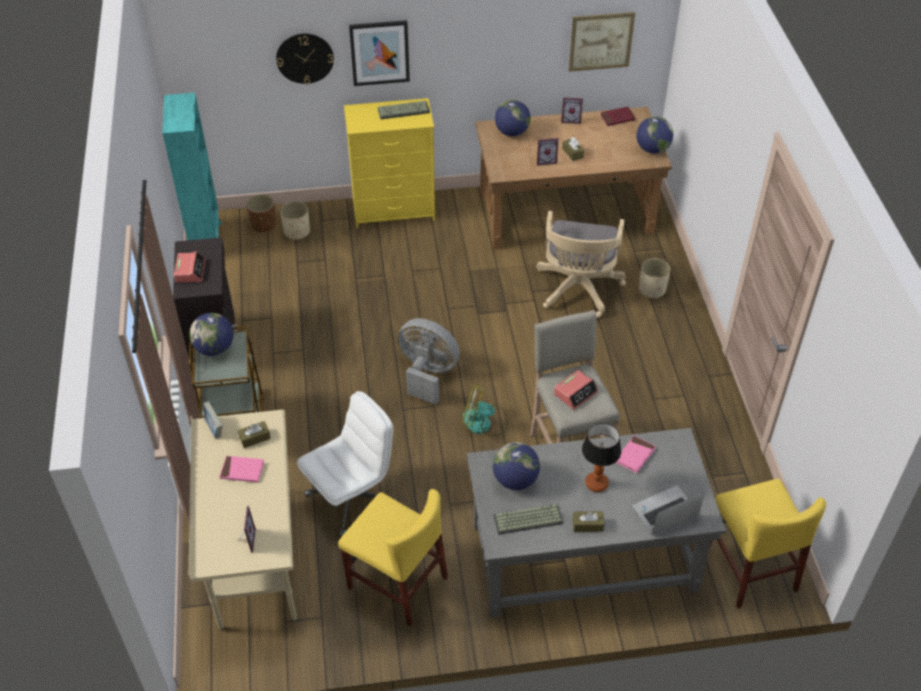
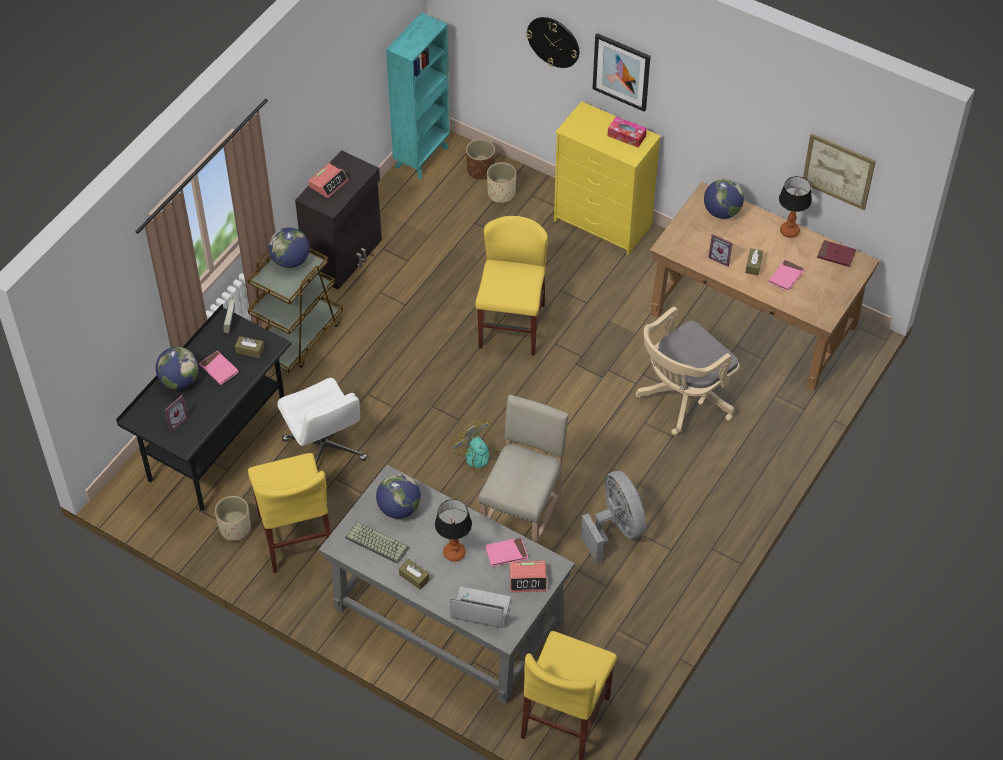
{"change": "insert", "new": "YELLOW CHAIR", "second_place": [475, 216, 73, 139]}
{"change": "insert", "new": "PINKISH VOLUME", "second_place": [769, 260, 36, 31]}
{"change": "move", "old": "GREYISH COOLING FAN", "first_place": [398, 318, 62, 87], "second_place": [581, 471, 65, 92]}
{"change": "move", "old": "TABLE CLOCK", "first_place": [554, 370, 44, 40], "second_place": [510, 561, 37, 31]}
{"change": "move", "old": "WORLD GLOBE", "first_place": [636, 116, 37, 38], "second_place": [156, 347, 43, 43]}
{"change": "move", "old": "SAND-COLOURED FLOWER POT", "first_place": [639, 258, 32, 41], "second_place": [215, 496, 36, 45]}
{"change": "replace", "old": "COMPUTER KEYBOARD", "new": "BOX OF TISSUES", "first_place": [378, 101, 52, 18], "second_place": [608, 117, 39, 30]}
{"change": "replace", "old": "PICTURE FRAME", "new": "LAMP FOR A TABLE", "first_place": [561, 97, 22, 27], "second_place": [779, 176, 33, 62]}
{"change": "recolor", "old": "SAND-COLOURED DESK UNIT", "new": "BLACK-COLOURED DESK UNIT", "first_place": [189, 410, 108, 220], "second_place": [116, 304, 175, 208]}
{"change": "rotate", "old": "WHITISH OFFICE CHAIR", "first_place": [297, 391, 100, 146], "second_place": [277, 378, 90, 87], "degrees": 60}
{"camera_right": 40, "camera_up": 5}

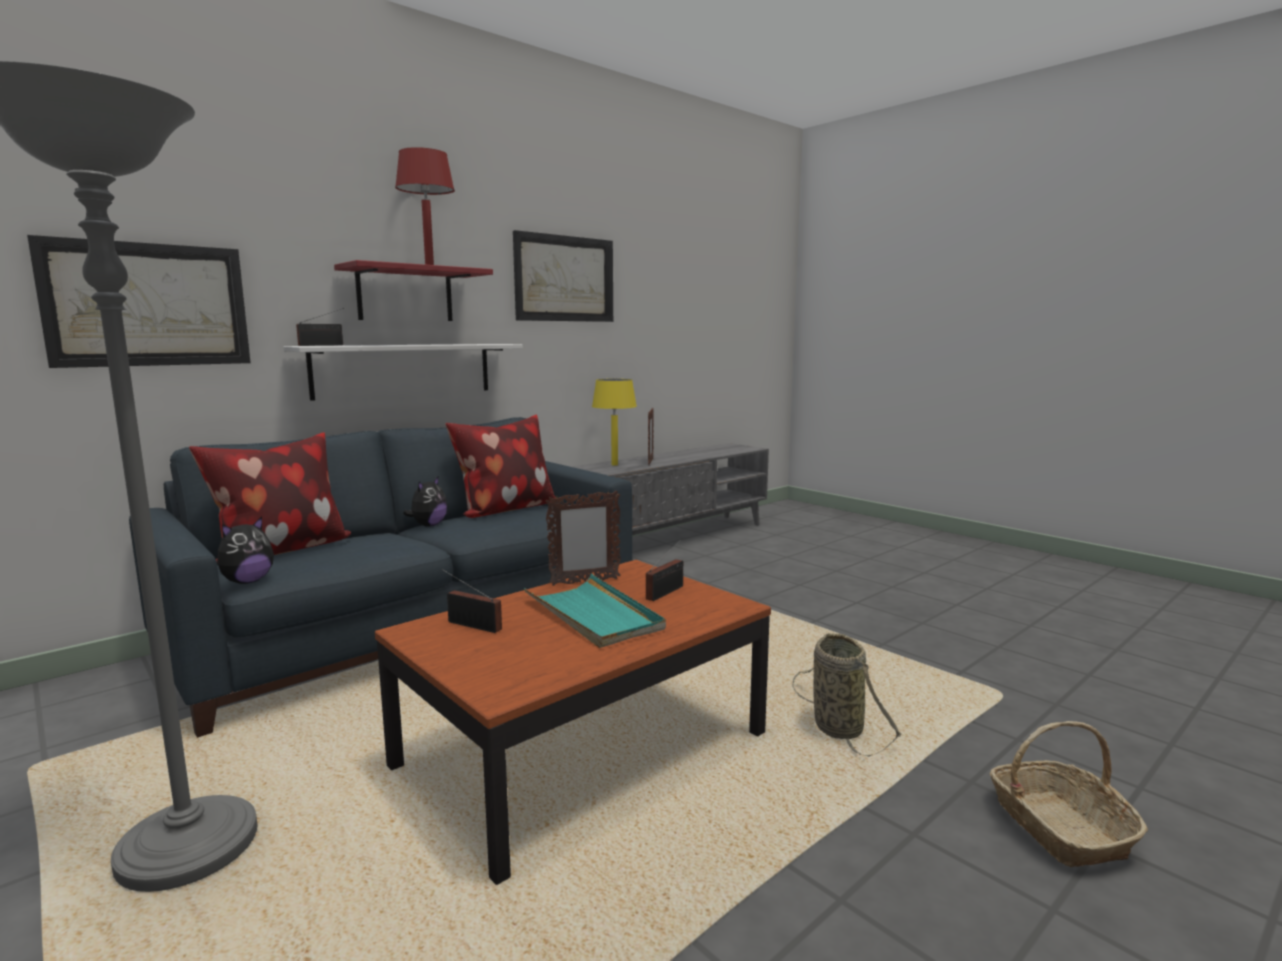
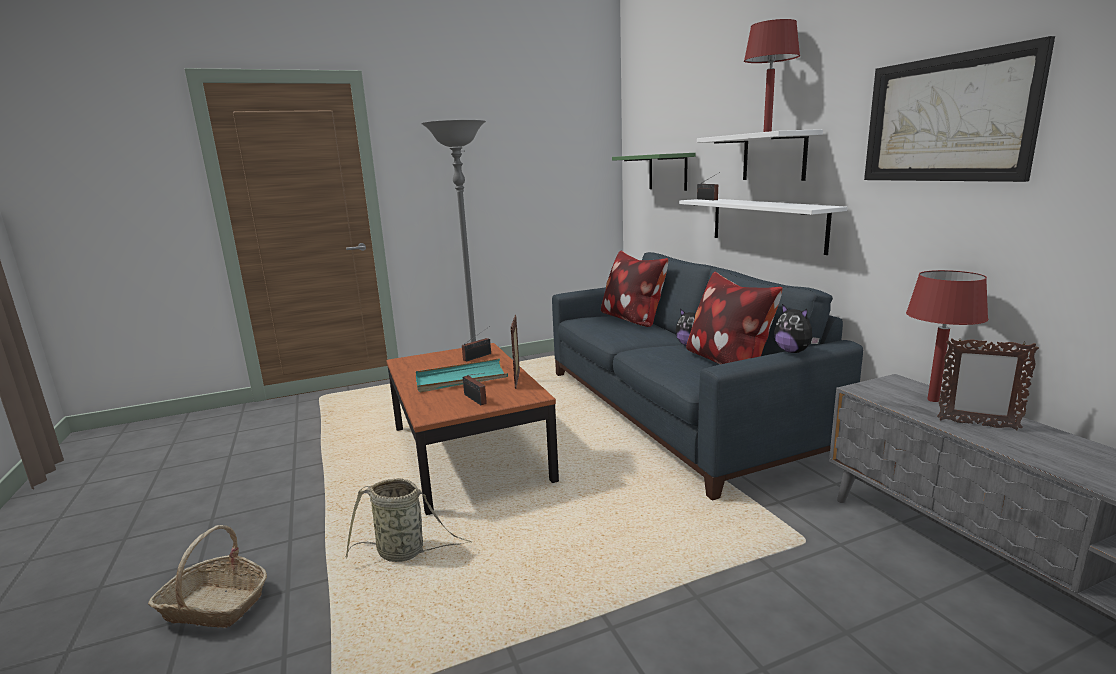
{"change": "move", "old": "SOFT TOY", "first_place": [217, 517, 57, 67], "second_place": [774, 304, 46, 49]}
{"change": "replace", "old": "WALL ART", "new": "GREEN-COLOURED BRACKET SHELF", "first_place": [27, 235, 224, 133], "second_place": [612, 153, 84, 38]}
{"change": "recolor", "old": "RED BRACKET SHELF", "new": "WHITISH BRACKET SHELF", "first_place": [334, 260, 159, 61], "second_place": [697, 129, 126, 52]}
{"change": "recolor", "old": "YELLOW LAMP FOR A TABLE", "new": "RED LAMP FOR A TABLE", "first_place": [592, 379, 45, 87], "second_place": [906, 270, 82, 132]}
{"camera_right": 110, "camera_up": 5}

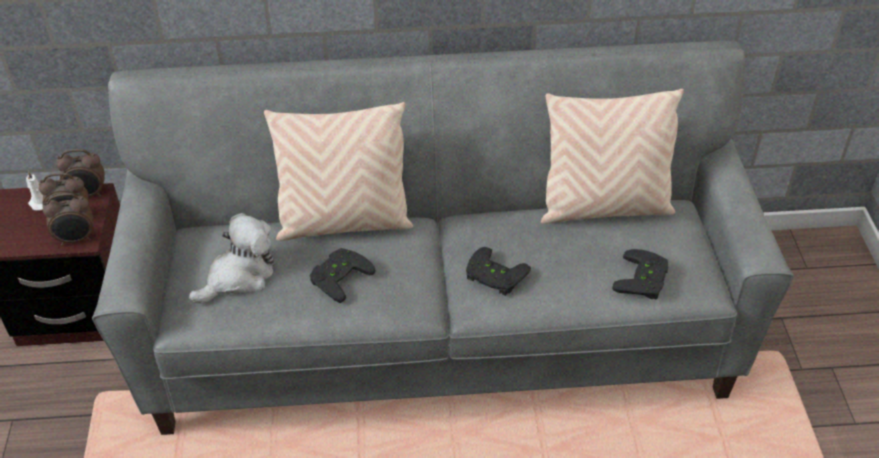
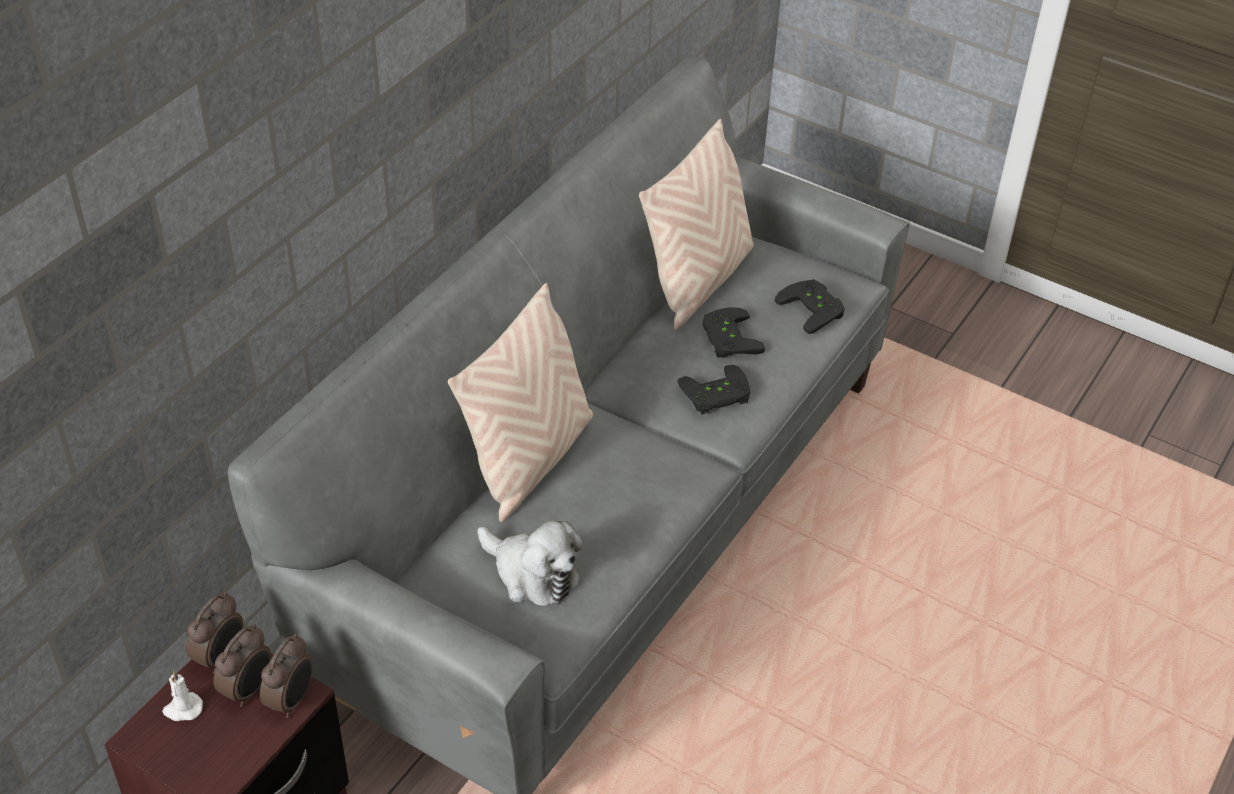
{"change": "move", "old": "BLACK-COLOURED GAME CONTROLLER", "first_place": [310, 248, 66, 55], "second_place": [703, 307, 62, 51]}
{"change": "rotate", "old": "SOFT TOY", "first_place": [189, 213, 86, 91], "second_place": [477, 520, 106, 86], "degrees": 135}
{"camera_right": -55, "camera_up": 0}

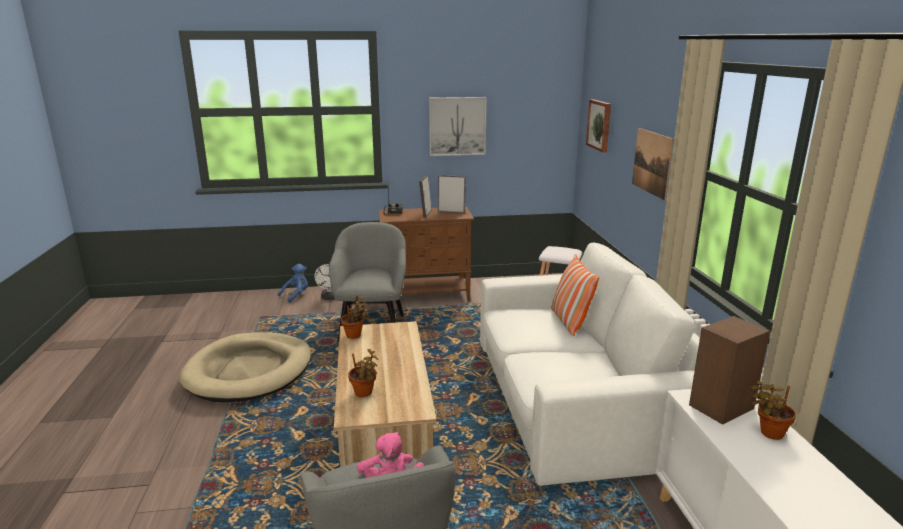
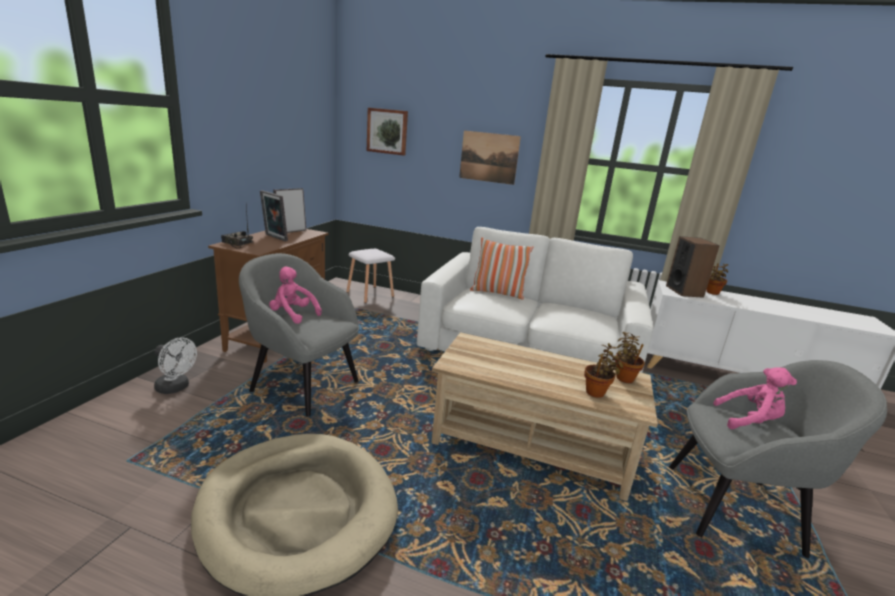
{"change": "delete", "old": "BLUE-COLOURED SOFT TOY", "first_place": [278, 264, 30, 39]}
{"change": "delete", "old": "WALL ART", "first_place": [429, 97, 57, 59]}
{"change": "insert", "new": "PINKISH SOFT TOY", "second_place": [269, 267, 53, 57]}
{"change": "move", "old": "HOUSEPLANT", "first_place": [341, 295, 29, 44], "second_place": [615, 332, 30, 51]}
{"camera_right": -65, "camera_up": 0}

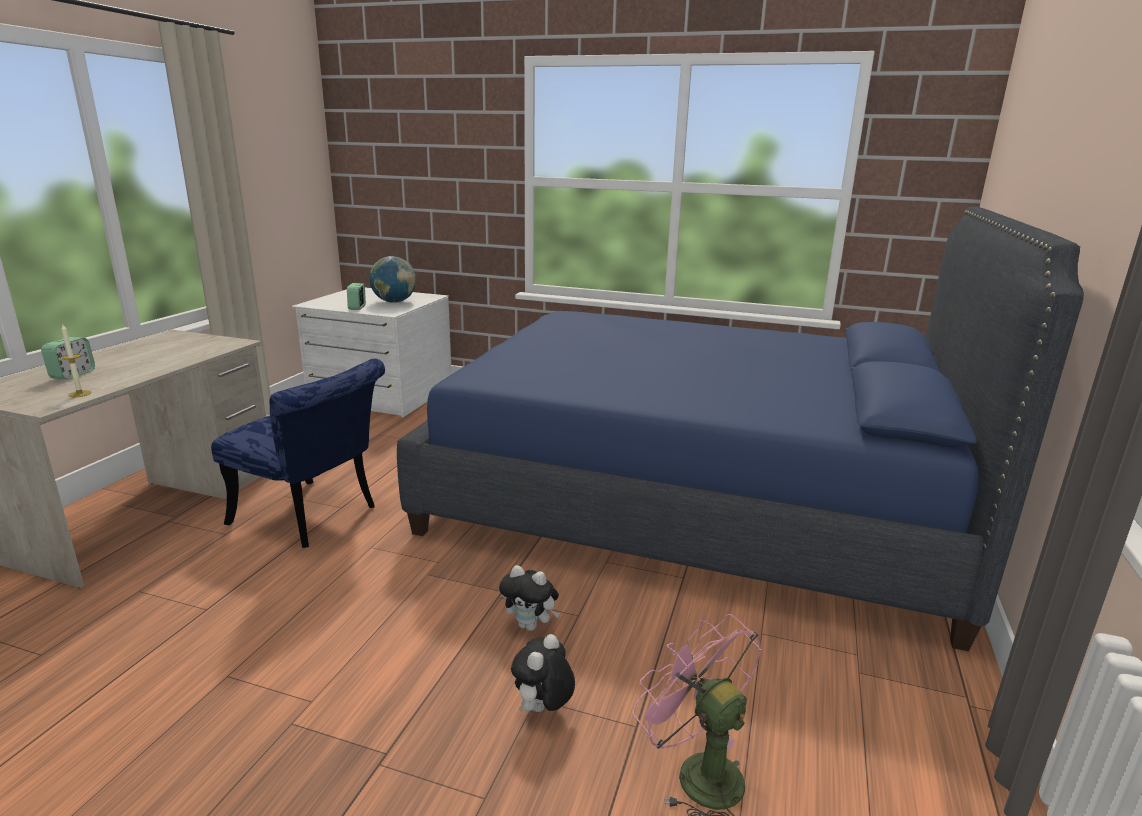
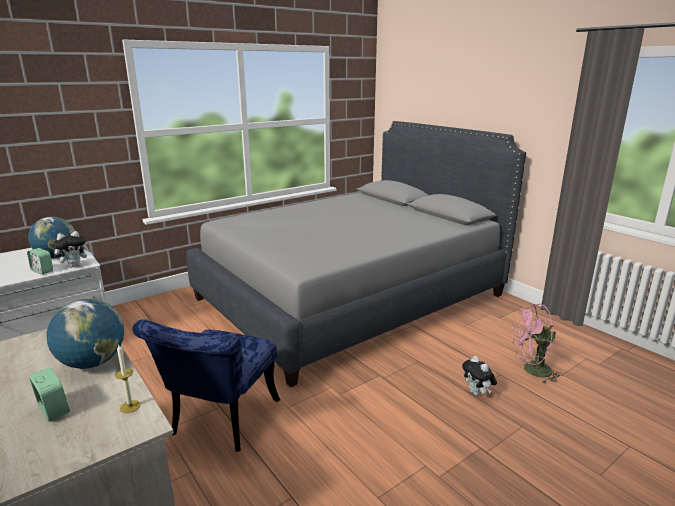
{"change": "insert", "new": "WORLD GLOBE", "second_place": [46, 299, 78, 70]}
{"change": "move", "old": "SOFT TOY", "first_place": [499, 565, 61, 66], "second_place": [53, 231, 39, 36]}
{"change": "recolor", "old": "BLUE-COLOURED BEDROOM BED", "new": "GREYISH BEDROOM BED", "first_place": [397, 206, 687, 445], "second_place": [186, 121, 340, 266]}
{"change": "rotate", "old": "BLUE-COLOURED CHAIR", "first_place": [211, 359, 174, 189], "second_place": [132, 319, 148, 133], "degrees": 135}
{"camera_right": -55, "camera_up": 0}

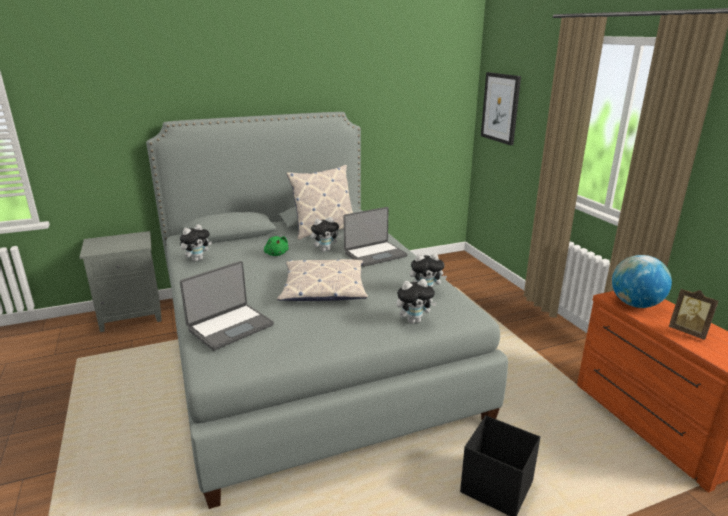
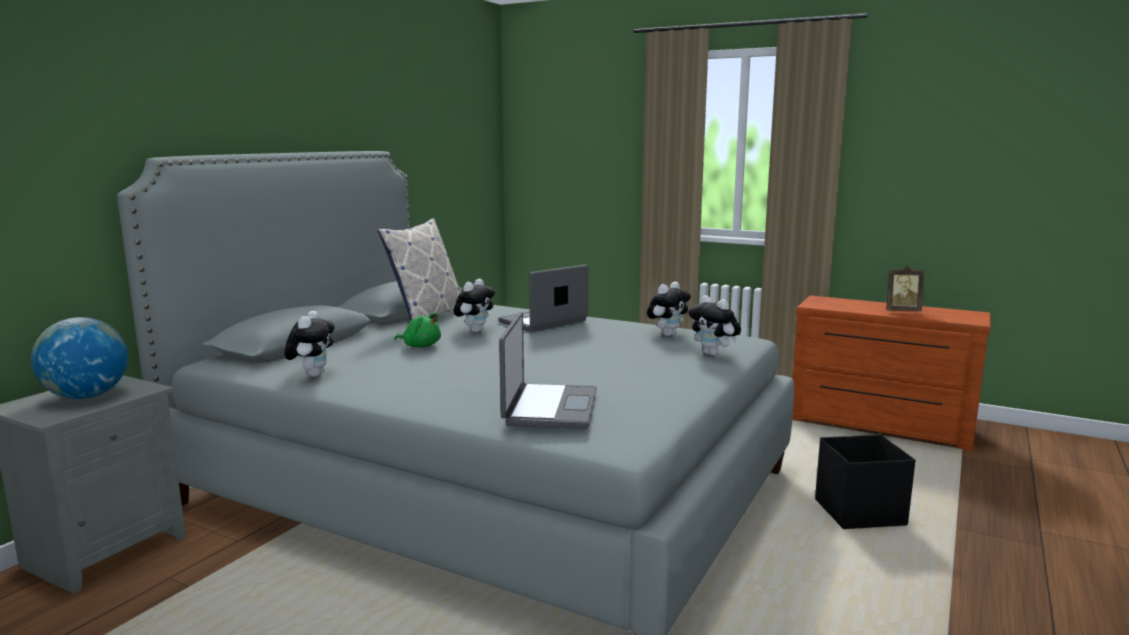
{"change": "delete", "old": "THROW PILLOW", "first_place": [277, 259, 91, 42]}
{"change": "delete", "old": "WALL ART", "first_place": [481, 72, 40, 73]}
{"change": "move", "old": "WORLD GLOBE", "first_place": [612, 255, 60, 53], "second_place": [31, 317, 97, 82]}
{"change": "rotate", "old": "PORTABLE COMPUTER", "first_place": [343, 207, 65, 60], "second_place": [499, 264, 89, 68], "degrees": -150}
{"change": "rotate", "old": "SOFT TOY", "first_place": [396, 279, 41, 45], "second_place": [688, 295, 53, 61], "degrees": 105}
{"camera_right": -40, "camera_up": -10}

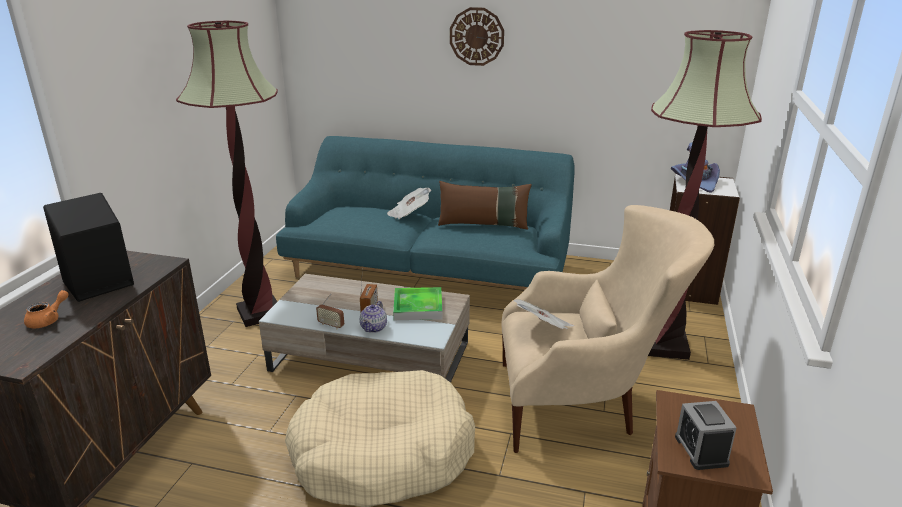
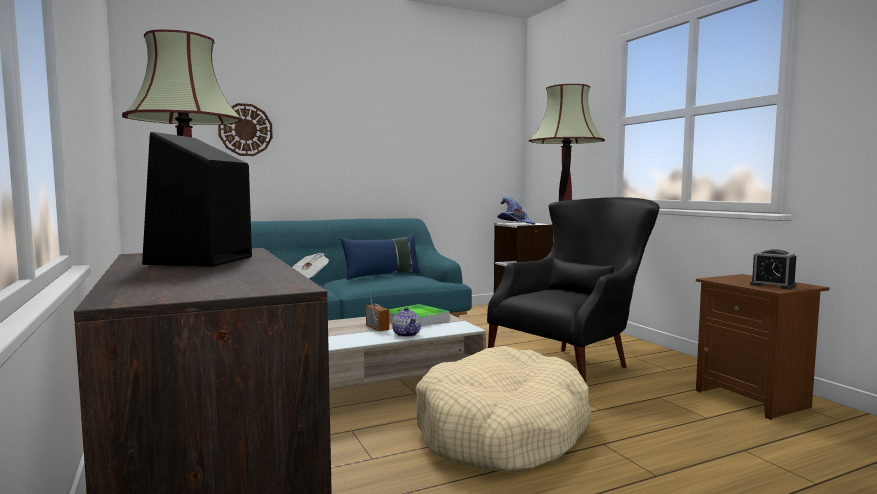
{"change": "delete", "old": "ORANGEY TEAPOT", "first_place": [24, 290, 45, 38]}
{"change": "delete", "old": "RADIO RECEIVER", "first_place": [316, 294, 28, 35]}
{"change": "delete", "old": "PRINTED PAPER", "first_place": [514, 299, 60, 30]}
{"change": "move", "old": "CLOCK ON THE WALL", "first_place": [450, 7, 54, 59], "second_place": [218, 103, 55, 53]}
{"change": "recolor", "old": "BROWN THROW PILLOW", "new": "BLUE-COLOURED THROW PILLOW", "first_place": [438, 181, 94, 49], "second_place": [340, 234, 81, 46]}
{"change": "recolor", "old": "SAND-COLOURED LOUNGE CHAIR", "new": "BLACK-COLOURED LOUNGE CHAIR", "first_place": [501, 205, 213, 248], "second_place": [487, 197, 173, 185]}
{"camera_right": -40, "camera_up": -20}

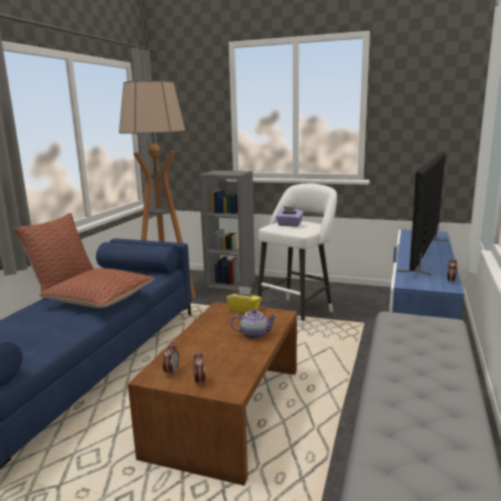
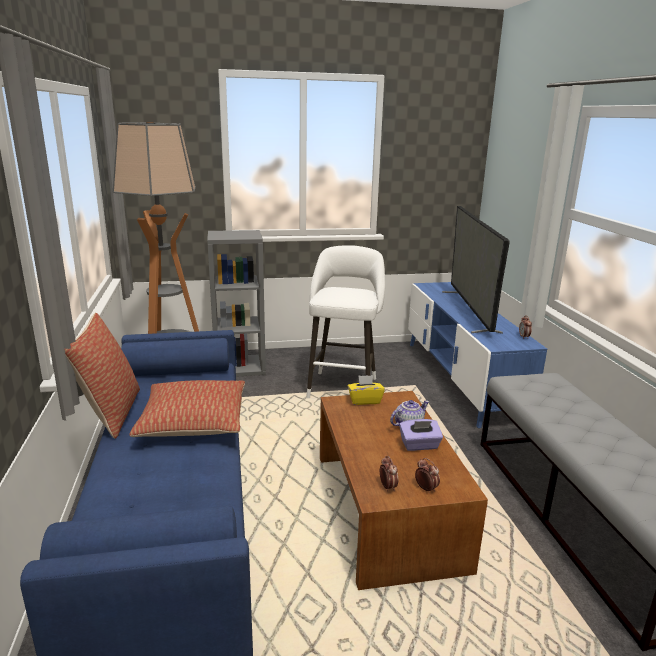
{"change": "move", "old": "PURPLISH BOX OF TISSUES", "first_place": [276, 206, 27, 21], "second_place": [399, 419, 44, 32]}
{"camera_right": -30, "camera_up": 5}

